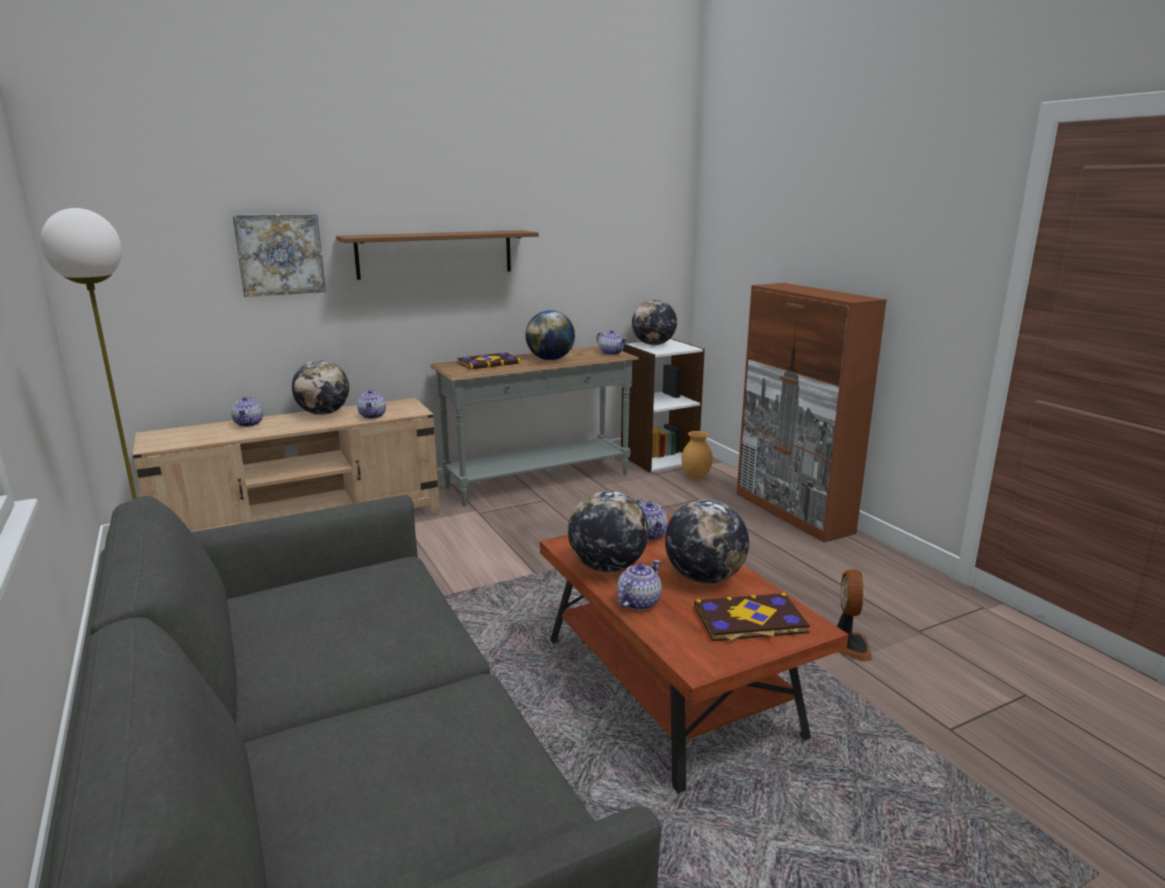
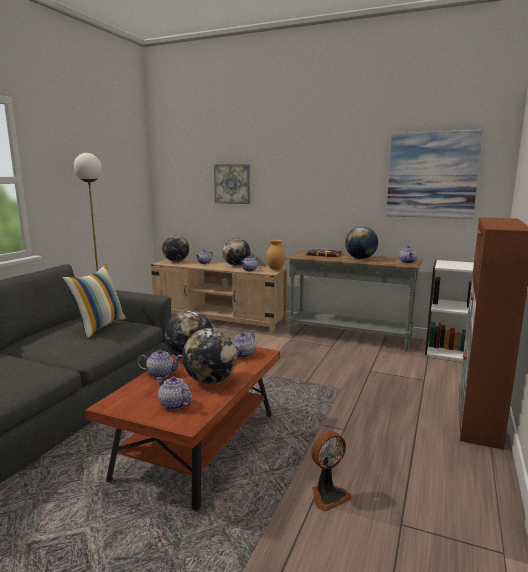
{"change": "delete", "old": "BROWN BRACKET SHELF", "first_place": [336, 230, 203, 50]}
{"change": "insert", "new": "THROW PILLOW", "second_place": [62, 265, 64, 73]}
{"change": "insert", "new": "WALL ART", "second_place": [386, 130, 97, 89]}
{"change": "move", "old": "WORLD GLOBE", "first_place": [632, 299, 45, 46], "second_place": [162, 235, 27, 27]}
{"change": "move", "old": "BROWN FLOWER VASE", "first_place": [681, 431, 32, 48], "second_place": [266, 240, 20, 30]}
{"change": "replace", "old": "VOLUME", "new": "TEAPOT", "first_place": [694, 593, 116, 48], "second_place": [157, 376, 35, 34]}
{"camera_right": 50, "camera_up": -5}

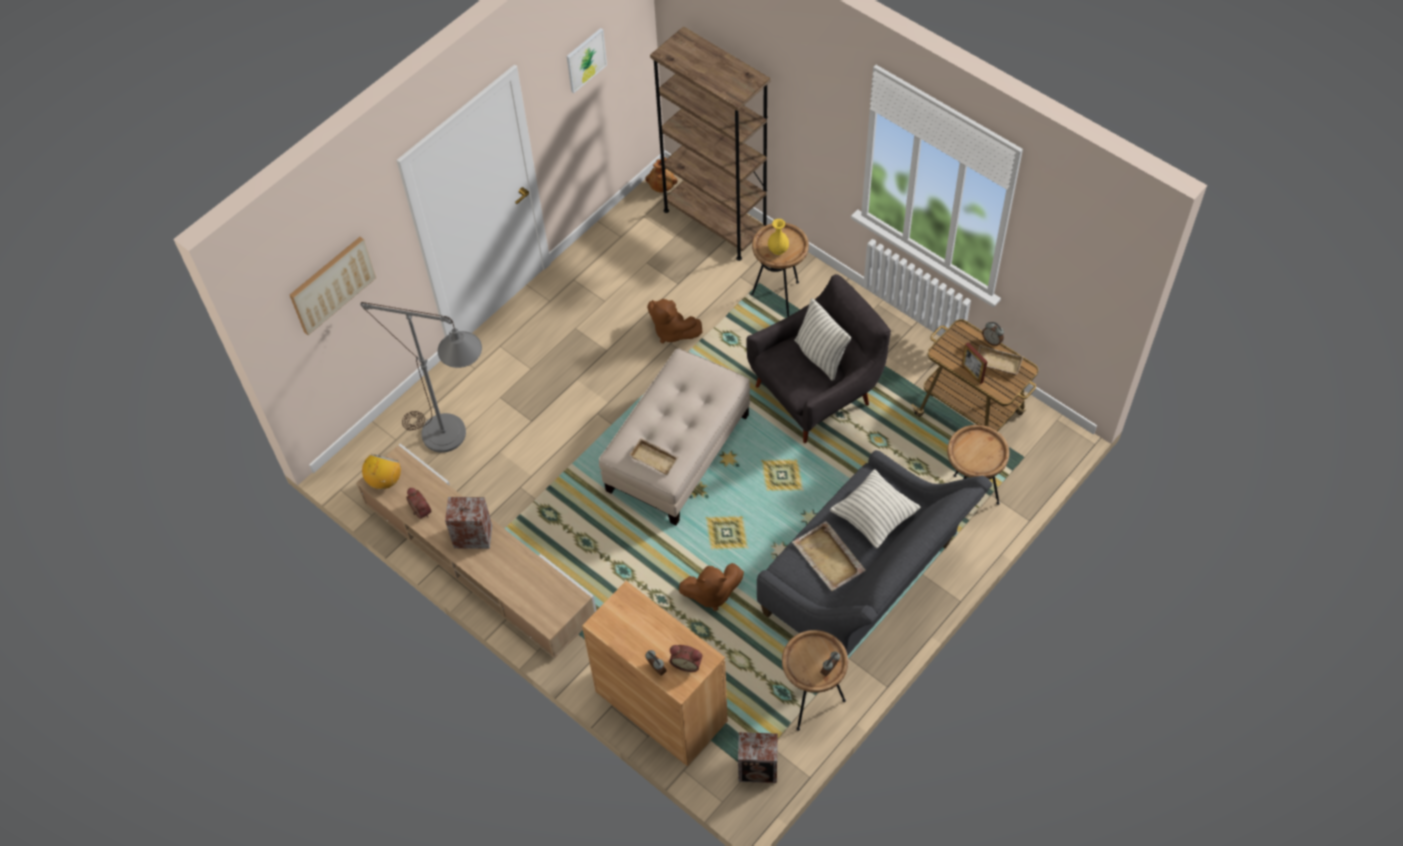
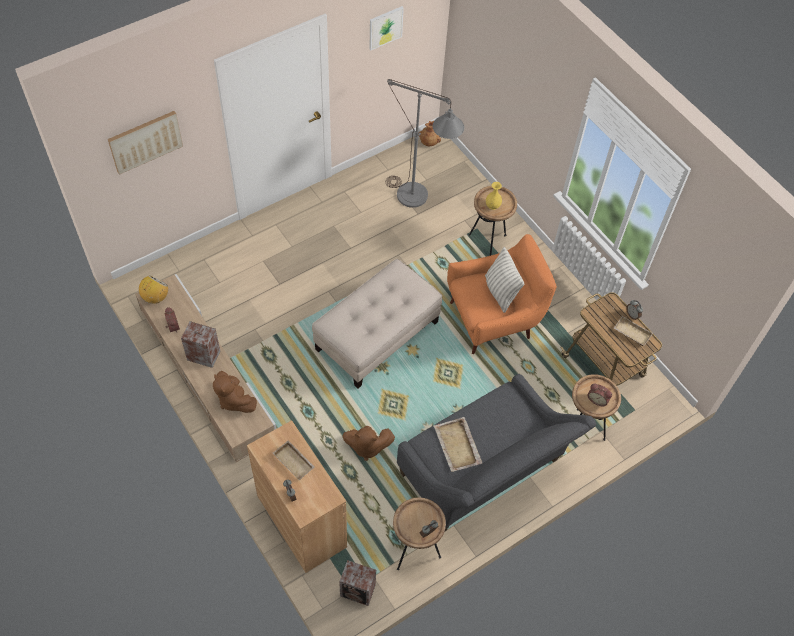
{"change": "delete", "old": "BROWN BOOKSHELF", "first_place": [650, 26, 121, 235]}
{"change": "delete", "old": "THROW PILLOW", "first_place": [830, 469, 91, 79]}
{"change": "delete", "old": "PICTURE FRAME", "first_place": [962, 342, 26, 42]}
{"change": "move", "old": "GREYISH STANDING LAMP", "first_place": [360, 302, 122, 151], "second_place": [386, 79, 78, 129]}
{"change": "move", "old": "SAND-COLOURED TRAY", "first_place": [629, 438, 50, 37], "second_place": [273, 441, 42, 39]}
{"change": "move", "old": "BROWN SOFT TOY", "first_place": [647, 299, 56, 45], "second_place": [213, 371, 44, 42]}
{"change": "move", "old": "TABLE CLOCK", "first_place": [669, 645, 33, 27], "second_place": [587, 384, 25, 22]}
{"change": "recolor", "old": "GREYISH LOUNGE CHAIR", "new": "ORANGEY LOUNGE CHAIR", "first_place": [746, 274, 145, 169], "second_place": [447, 234, 110, 120]}
{"camera_right": 10, "camera_up": 0}

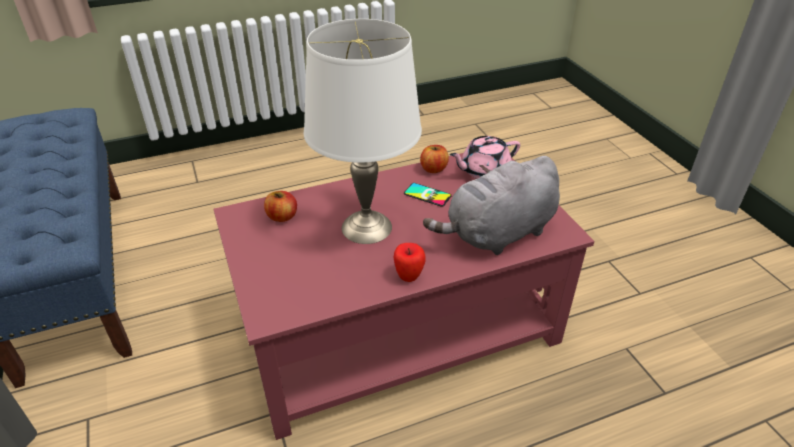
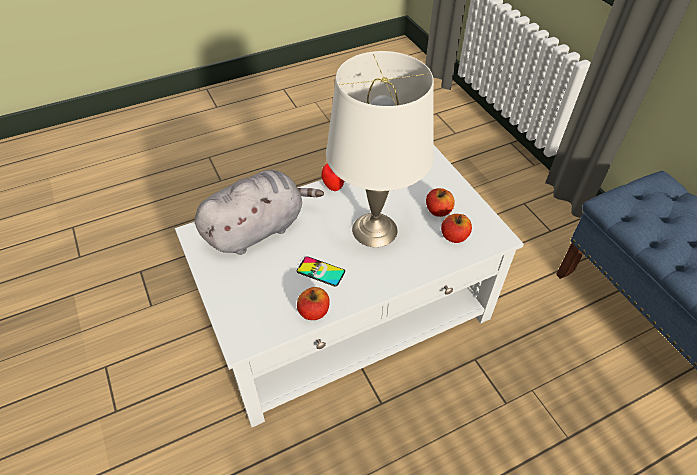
{"change": "delete", "old": "PINKISH TEAPOT", "first_place": [450, 136, 70, 43]}
{"change": "insert", "new": "WHOLE APPLE", "second_place": [426, 188, 29, 29]}
{"change": "recolor", "old": "RED LOW TABLE", "new": "WHITISH LOW TABLE", "first_place": [213, 153, 381, 287], "second_place": [175, 145, 349, 282]}
{"camera_right": 175, "camera_up": 10}

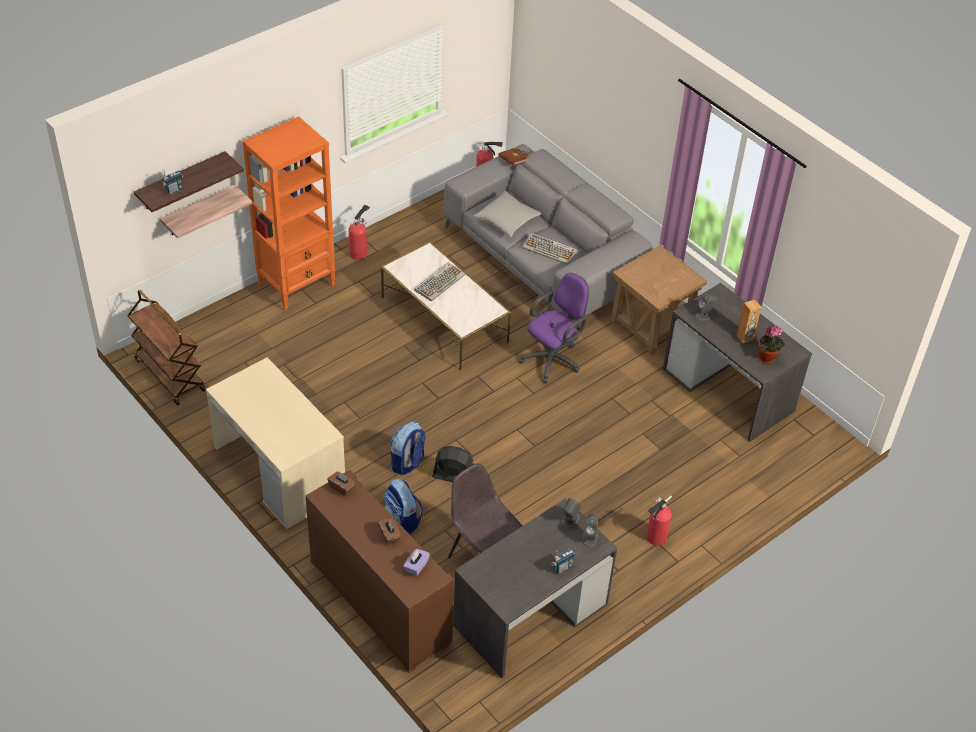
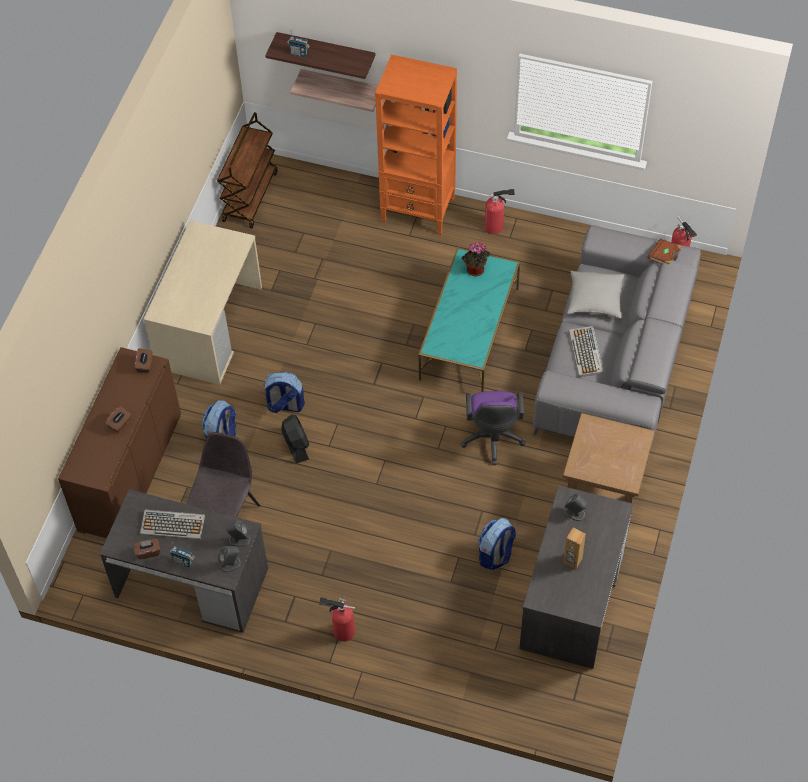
{"change": "delete", "old": "PURPLISH BOX OF TISSUES", "first_place": [403, 549, 27, 27]}
{"change": "insert", "new": "BROWN BOX OF TISSUES", "second_place": [134, 539, 26, 21]}
{"change": "insert", "new": "RUCKSACK", "second_place": [478, 518, 38, 52]}
{"change": "move", "old": "COMPUTER KEYBOARD", "first_place": [414, 262, 51, 40], "second_place": [140, 510, 65, 30]}
{"change": "move", "old": "HOUSEPLANT", "first_place": [758, 325, 27, 39], "second_place": [461, 242, 29, 34]}
{"change": "recolor", "old": "WHITISH LOW TABLE", "new": "TURQUOISE-COLOURED LOW TABLE", "first_place": [381, 241, 130, 130], "second_place": [418, 247, 102, 145]}
{"change": "rotate", "old": "PURPLISH OFFICE CHAIR", "first_place": [518, 273, 71, 110], "second_place": [460, 391, 66, 74], "degrees": 75}
{"camera_right": 60, "camera_up": 10}

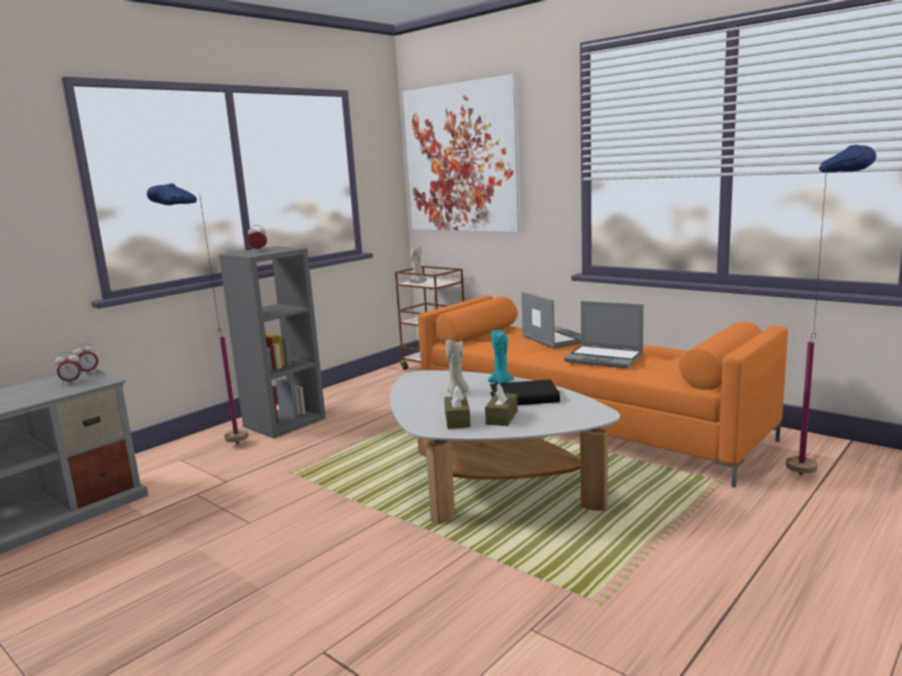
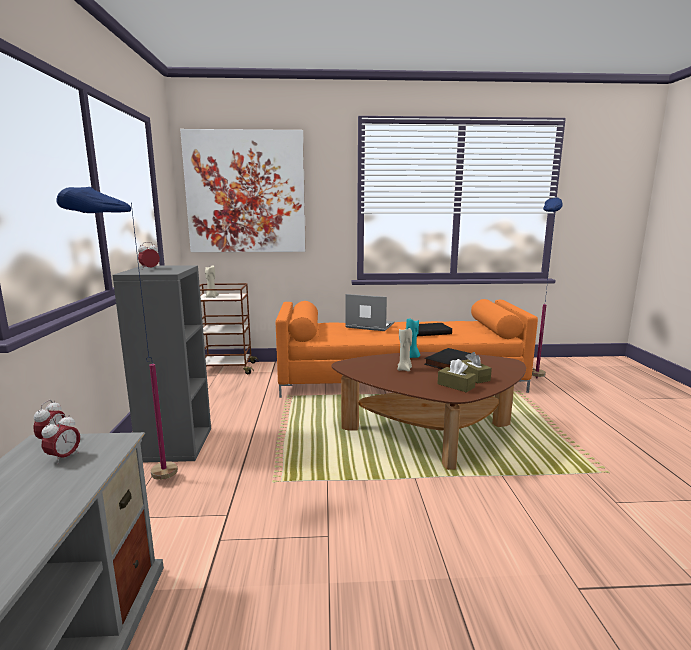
{"change": "replace", "old": "PORTABLE COMPUTER", "new": "BLACK-COLOURED VOLUME", "first_place": [564, 301, 80, 67], "second_place": [417, 323, 35, 13]}
{"change": "recolor", "old": "WHITISH LOW TABLE", "new": "BROWN LOW TABLE", "first_place": [390, 370, 230, 154], "second_place": [331, 352, 195, 118]}
{"camera_right": -45, "camera_up": 0}

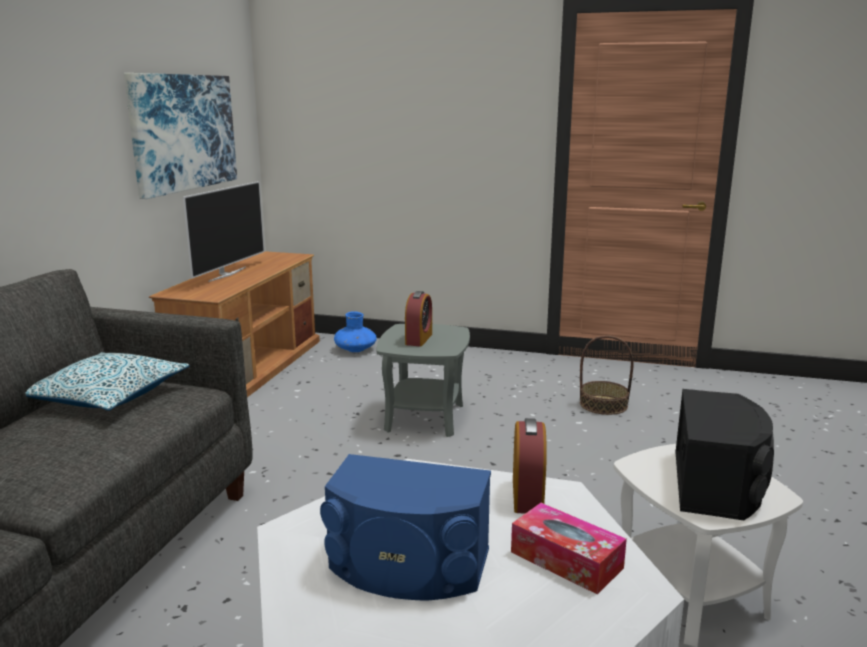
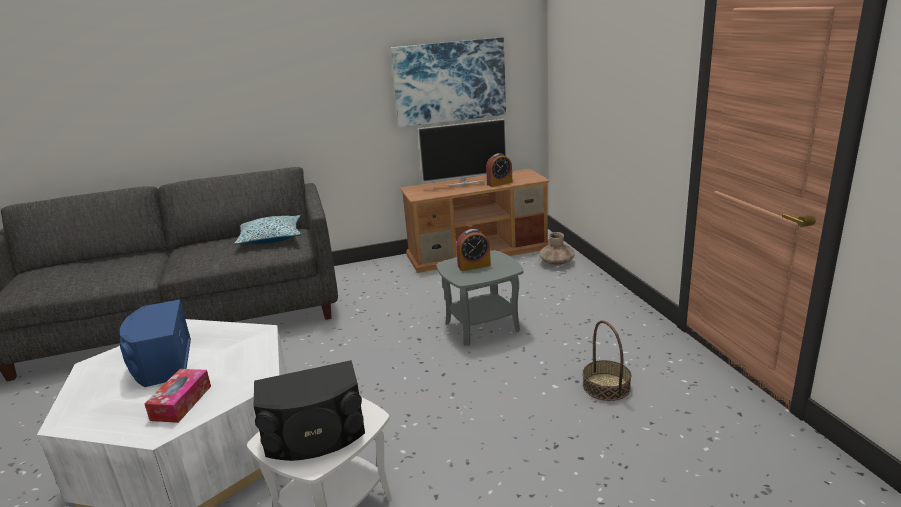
{"change": "move", "old": "TABLE CLOCK", "first_place": [513, 418, 34, 96], "second_place": [486, 153, 26, 34]}
{"change": "recolor", "old": "BLUE-COLOURED FLOWER VASE", "new": "BROWN FLOWER VASE", "first_place": [334, 311, 43, 41], "second_place": [539, 232, 36, 34]}
{"camera_right": 60, "camera_up": 5}

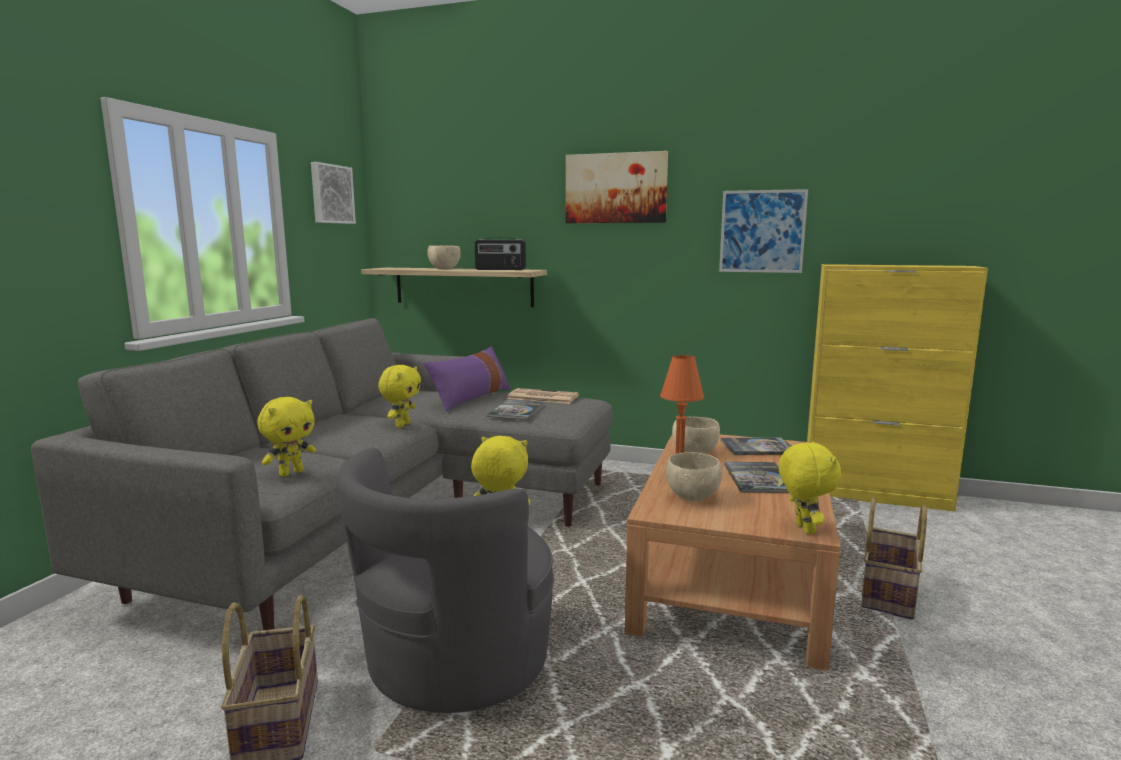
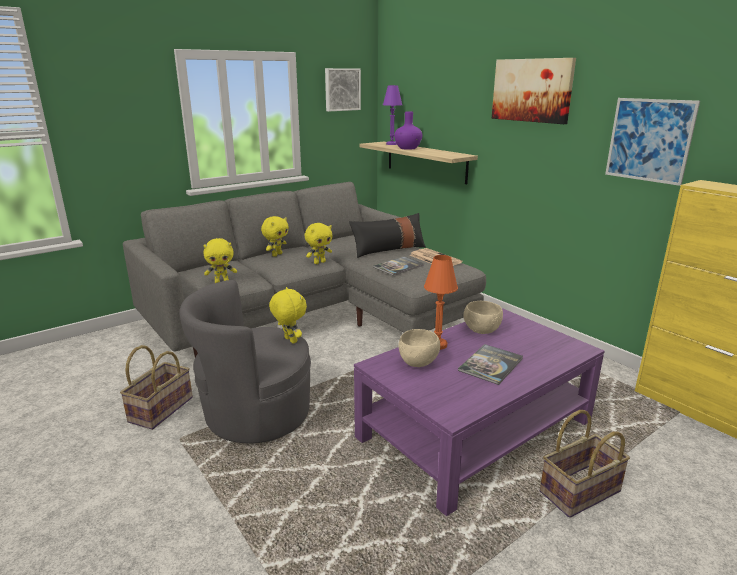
{"change": "delete", "old": "RADIO RECEIVER", "first_place": [475, 237, 51, 33]}
{"change": "delete", "old": "VOLUME", "first_place": [720, 438, 71, 17]}
{"change": "insert", "new": "PURPLISH LAMP FOR A TABLE", "second_place": [383, 85, 19, 60]}
{"change": "move", "old": "YELLOW SOFT TOY", "first_place": [778, 442, 63, 92], "second_place": [261, 216, 28, 41]}
{"change": "replace", "old": "SAND-COLOURED BOWL", "new": "PURPLISH FLOWER VASE", "first_place": [427, 245, 34, 25], "second_place": [394, 112, 29, 38]}
{"change": "recolor", "old": "PURPLISH THROW PILLOW", "new": "BLACK-COLOURED THROW PILLOW", "first_place": [424, 346, 87, 66], "second_place": [349, 213, 77, 45]}
{"change": "recolor", "old": "BROWN LOW TABLE", "new": "PURPLISH LOW TABLE", "first_place": [625, 434, 216, 237], "second_place": [354, 308, 251, 208]}
{"camera_right": 35, "camera_up": 10}

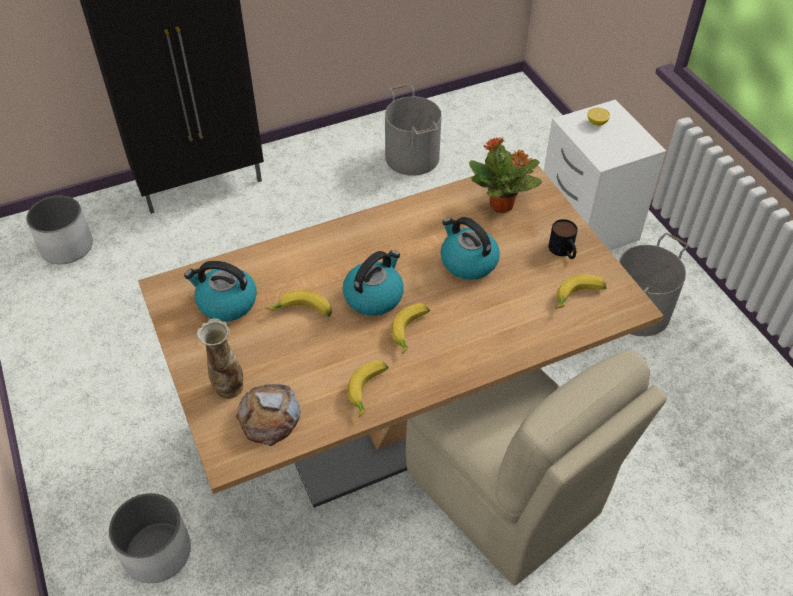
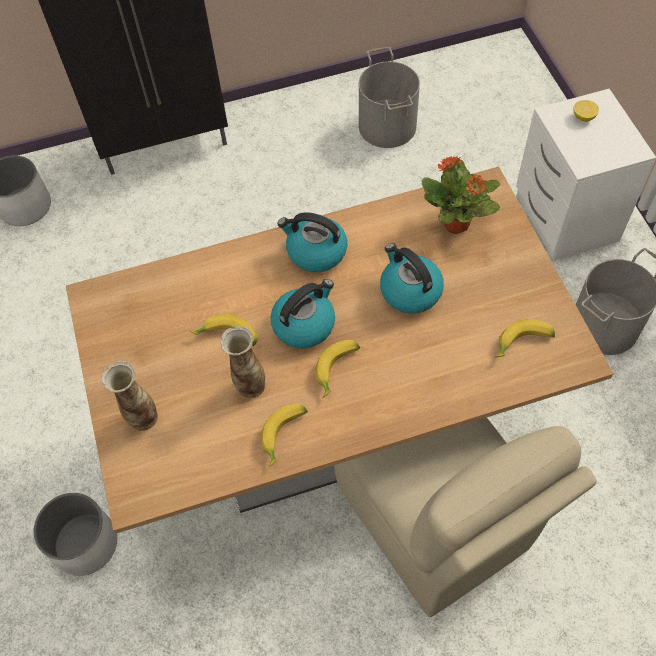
{"change": "delete", "old": "BREAD", "first_place": [236, 383, 64, 63]}
{"change": "delete", "old": "TEA MUG", "first_place": [549, 219, 29, 40]}
{"change": "insert", "new": "FLOWER VASE", "second_place": [220, 326, 45, 72]}
{"change": "move", "old": "WATER KETTLE", "first_place": [184, 261, 73, 61], "second_place": [277, 212, 70, 60]}
{"camera_right": 10, "camera_up": 10}

